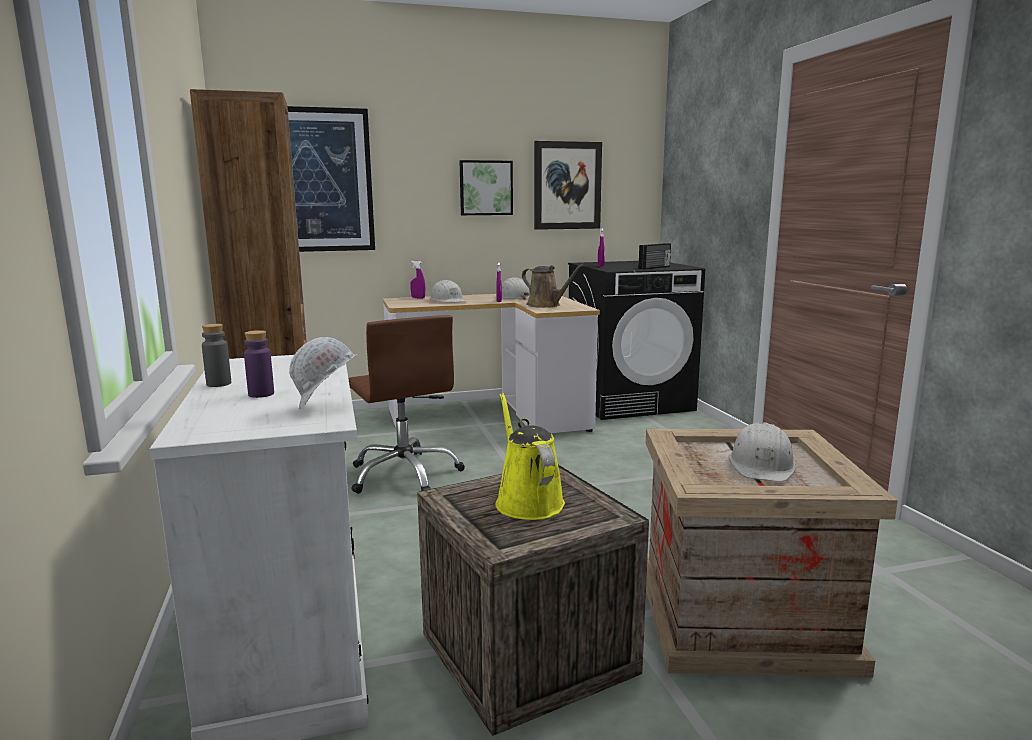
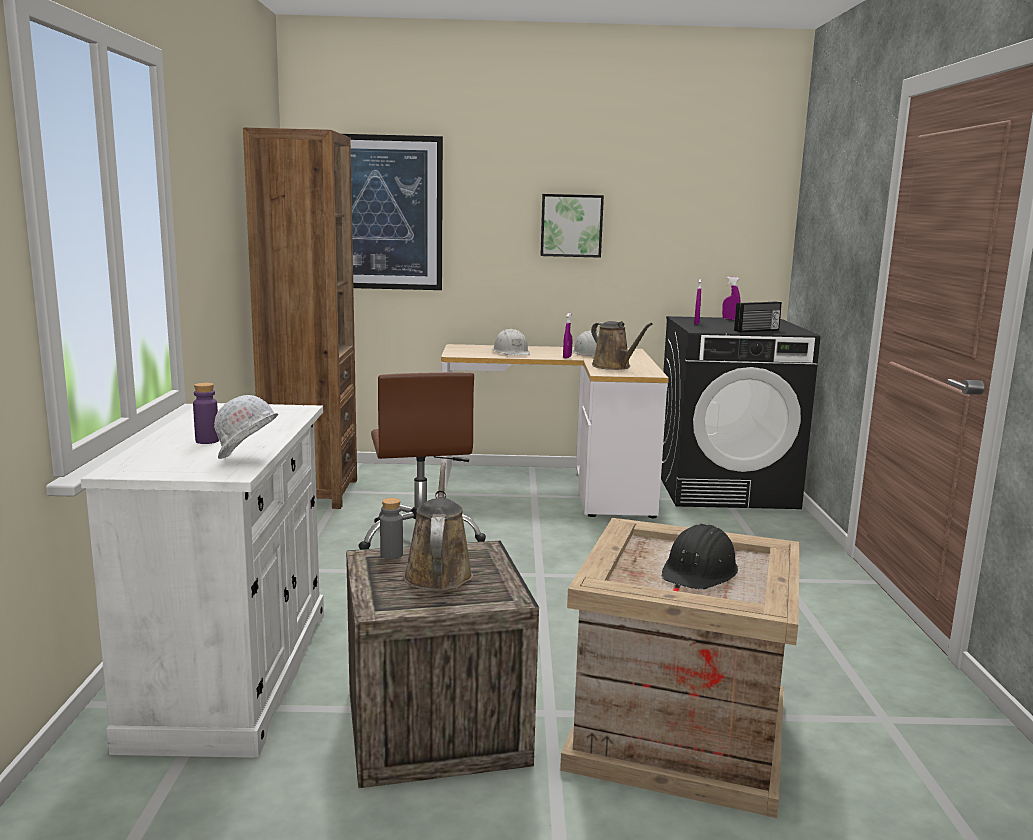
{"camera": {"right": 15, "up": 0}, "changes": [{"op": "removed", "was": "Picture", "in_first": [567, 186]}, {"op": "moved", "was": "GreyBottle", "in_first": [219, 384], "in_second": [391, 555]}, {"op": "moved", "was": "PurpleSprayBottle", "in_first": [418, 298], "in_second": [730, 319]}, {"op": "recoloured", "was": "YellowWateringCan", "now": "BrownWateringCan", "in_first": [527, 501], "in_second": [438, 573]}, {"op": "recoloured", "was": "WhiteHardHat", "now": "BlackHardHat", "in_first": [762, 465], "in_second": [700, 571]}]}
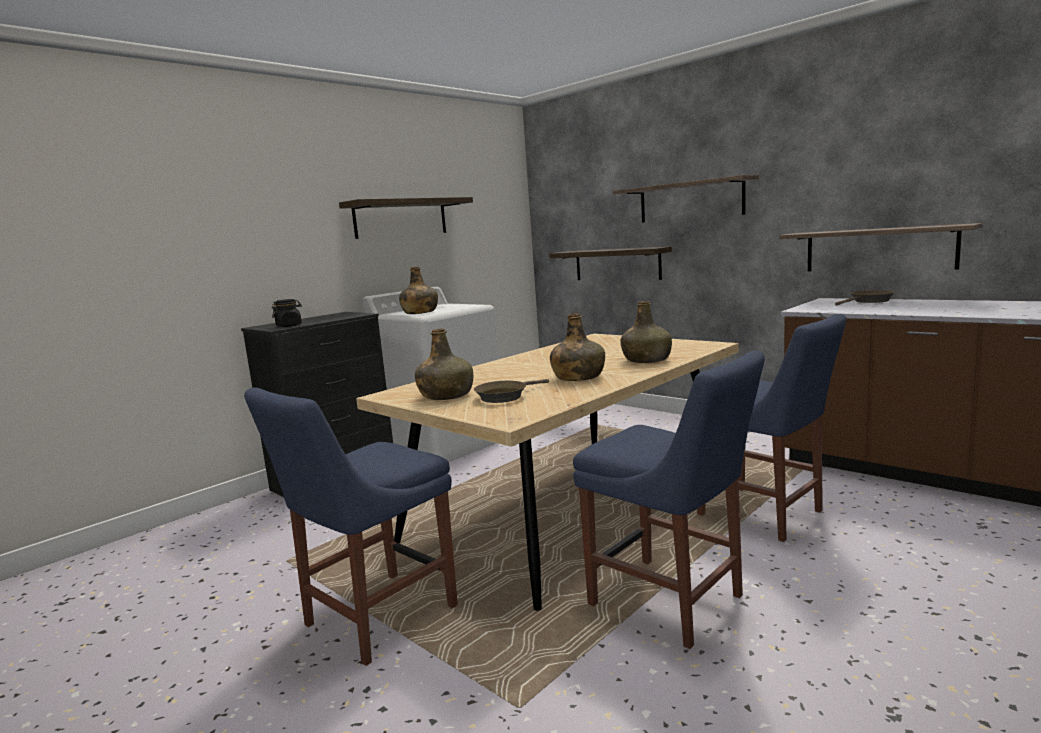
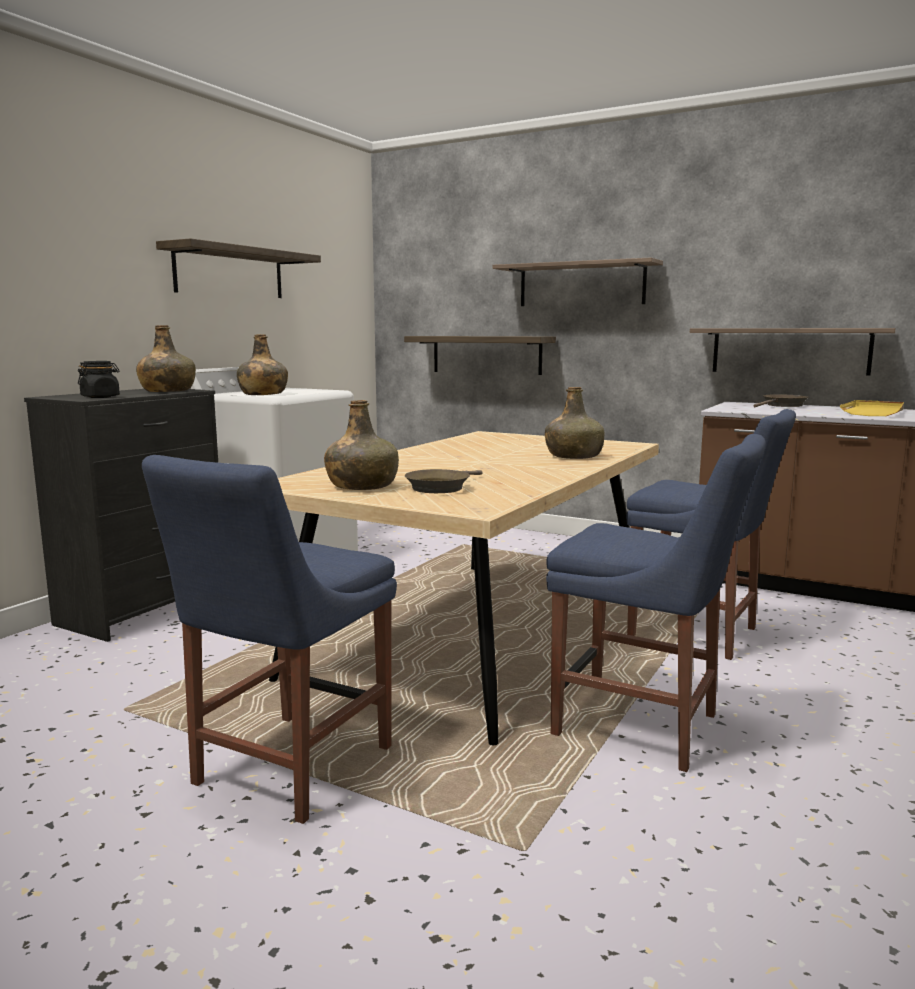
{"camera": {"right": -15, "up": 0}, "changes": [{"op": "added", "now": "YellowTray", "in_second": [874, 412]}, {"op": "moved", "was": "GreenBottle", "in_first": [578, 377], "in_second": [167, 391]}]}
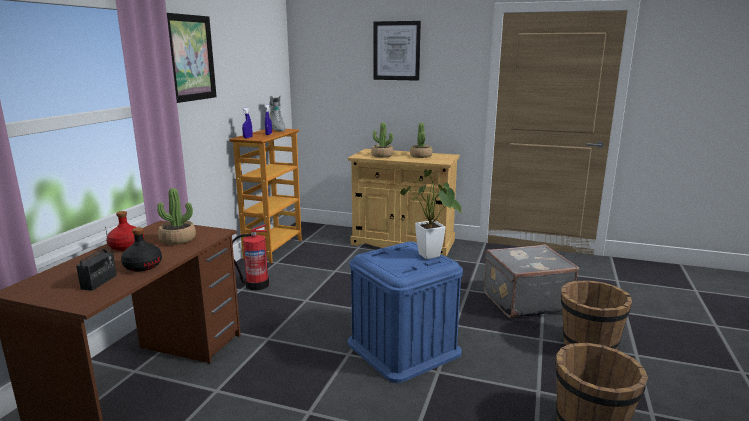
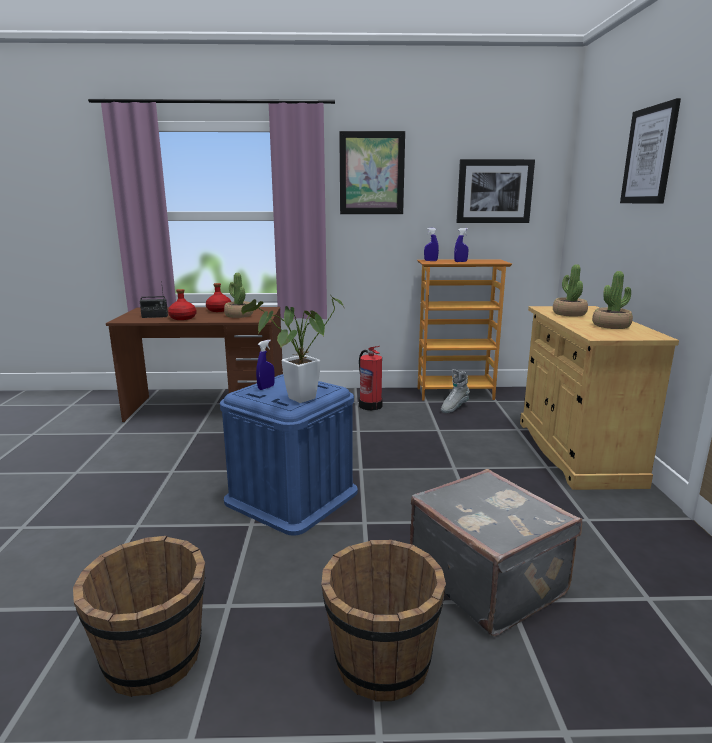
{"camera": {"right": 70, "up": 0}, "changes": [{"op": "added", "now": "BlueSprayBottle", "in_second": [266, 387]}, {"op": "added", "now": "Picture", "in_second": [494, 191]}, {"op": "moved", "was": "GreyBoot", "in_first": [277, 129], "in_second": [454, 408]}, {"op": "recoloured", "was": "BlackBottle", "now": "RedBottle", "in_first": [142, 266], "in_second": [183, 318]}]}
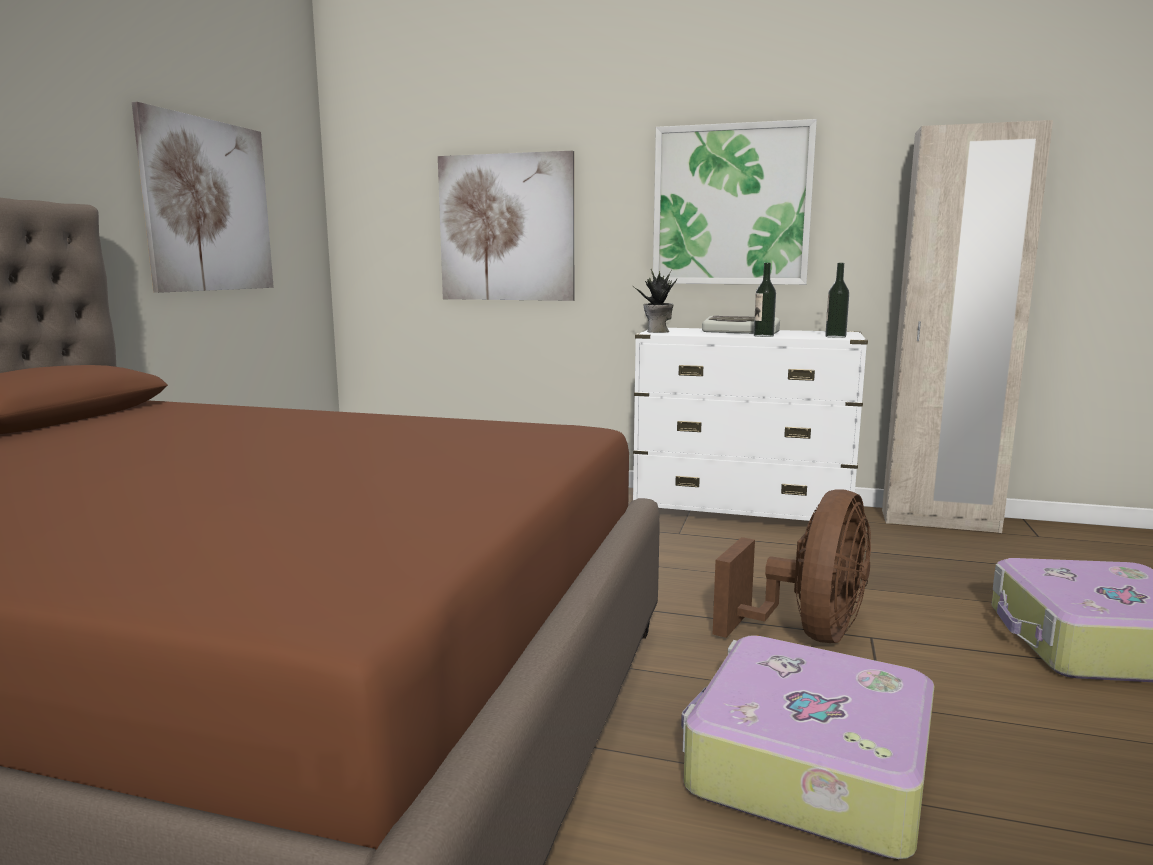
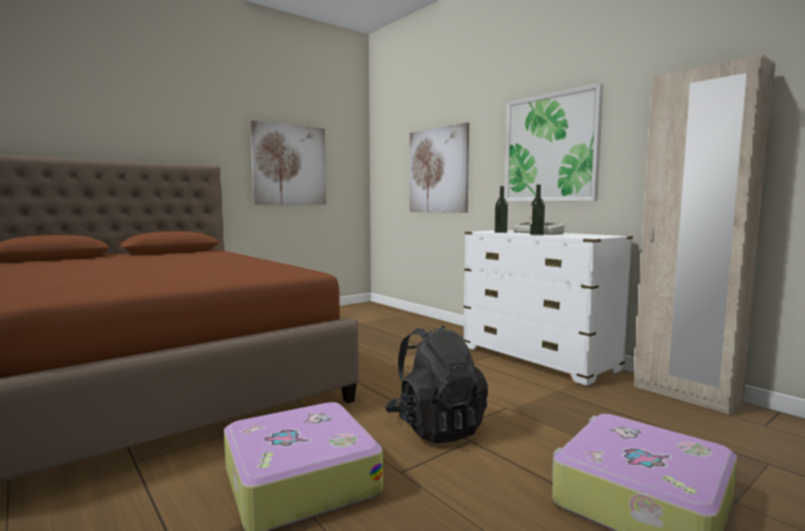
{"camera": {"right": 35, "up": -5}, "changes": [{"op": "removed", "was": "PottedPlant", "in_first": [657, 332]}, {"op": "moved", "was": "Bottle", "in_first": [835, 336], "in_second": [500, 232]}, {"op": "replaced", "was": "BrownFan", "now": "BlackBackpack", "in_first": [807, 633], "in_second": [436, 427]}]}
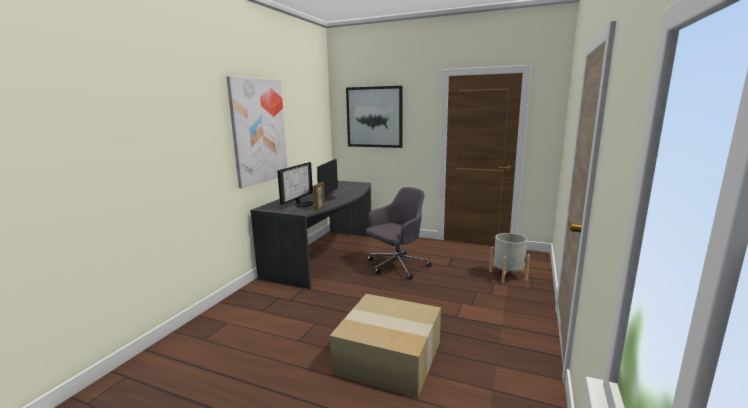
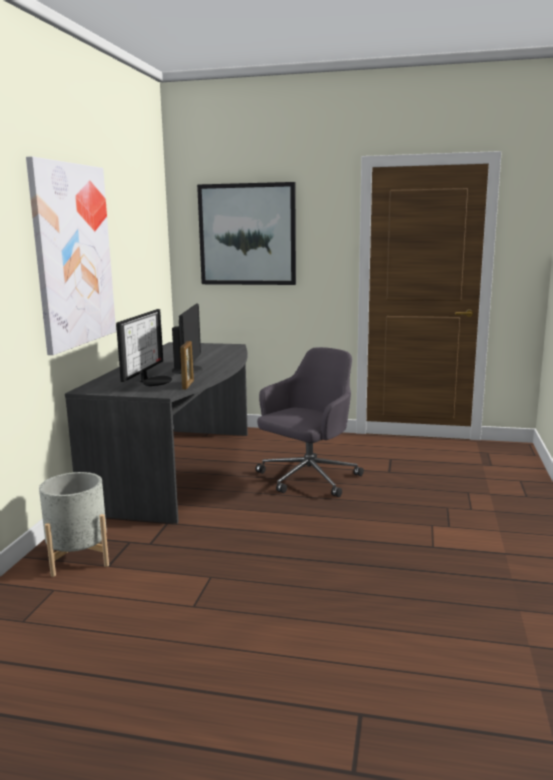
{"camera": {"right": -10, "up": 0}, "changes": [{"op": "removed", "was": "CardboardBox", "in_first": [387, 357]}, {"op": "moved", "was": "GreyPlanter", "in_first": [508, 276], "in_second": [78, 558]}]}
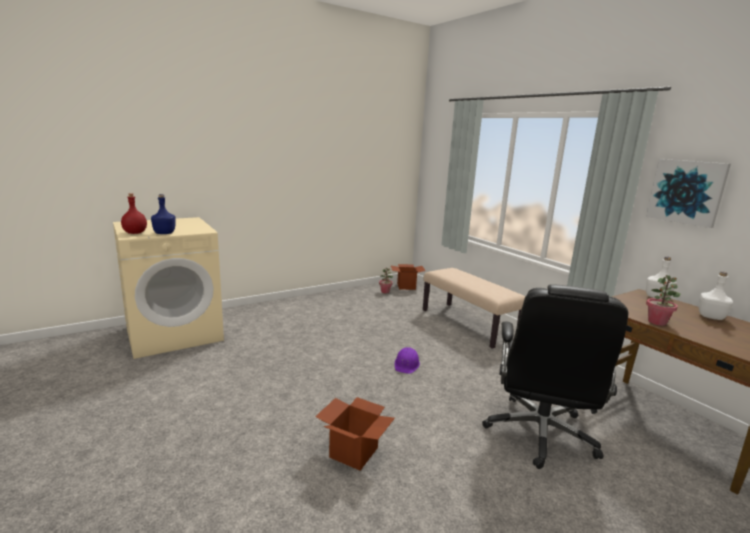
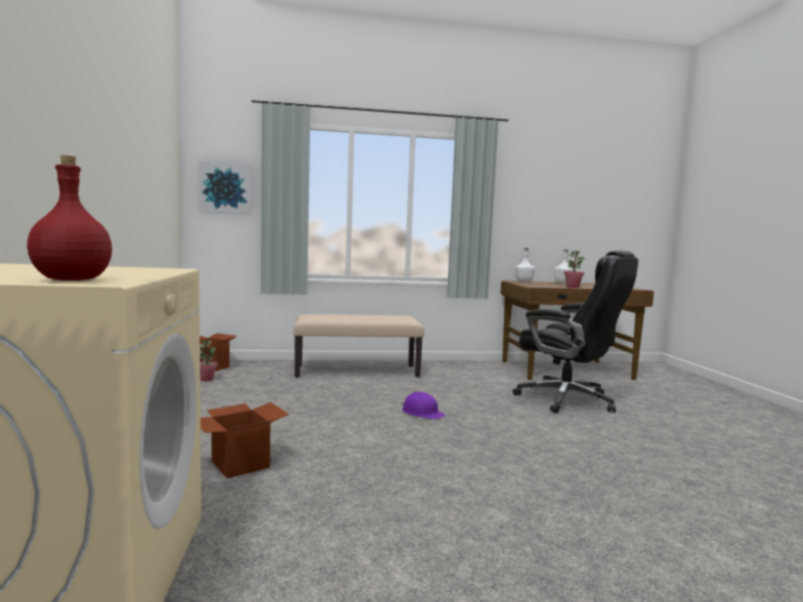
{"camera": {"right": -65, "up": -10}, "changes": [{"op": "removed", "was": "BlueBottle", "in_first": [165, 233]}, {"op": "moved", "was": "CardboardBox", "in_first": [354, 452], "in_second": [240, 464]}, {"op": "moved", "was": "Picture", "in_first": [686, 192], "in_second": [226, 188]}]}
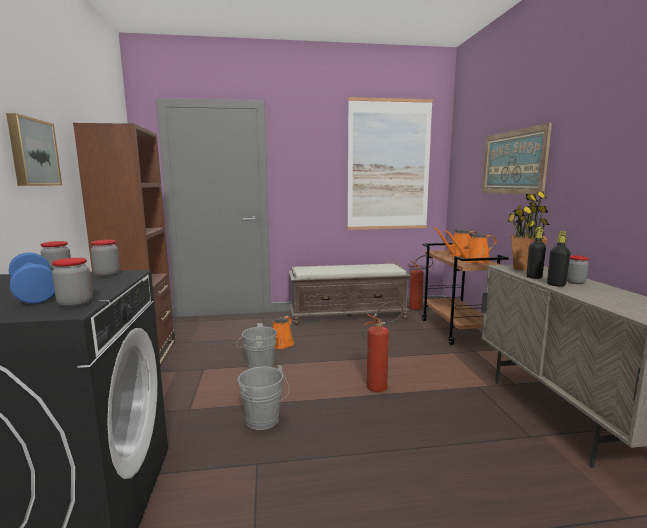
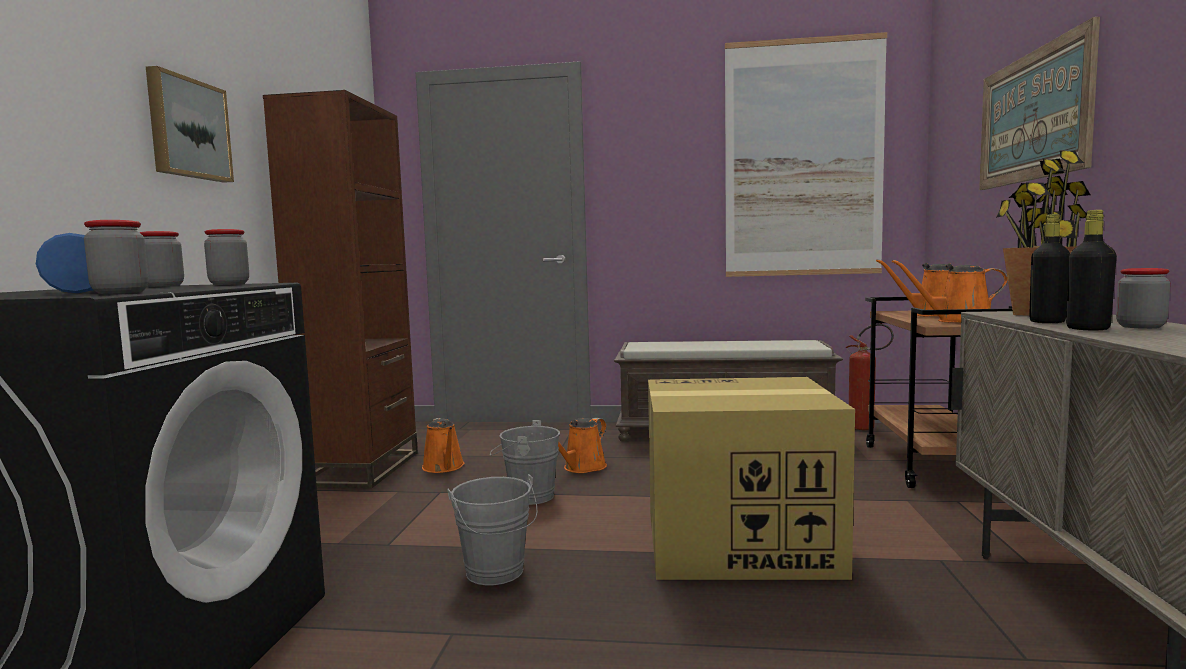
{"camera": {"right": 15, "up": -5}, "changes": [{"op": "added", "now": "OrangeWateringCan", "in_second": [444, 467]}, {"op": "replaced", "was": "FireExtinguisher", "now": "CardboardBox", "in_first": [382, 387], "in_second": [736, 543]}]}
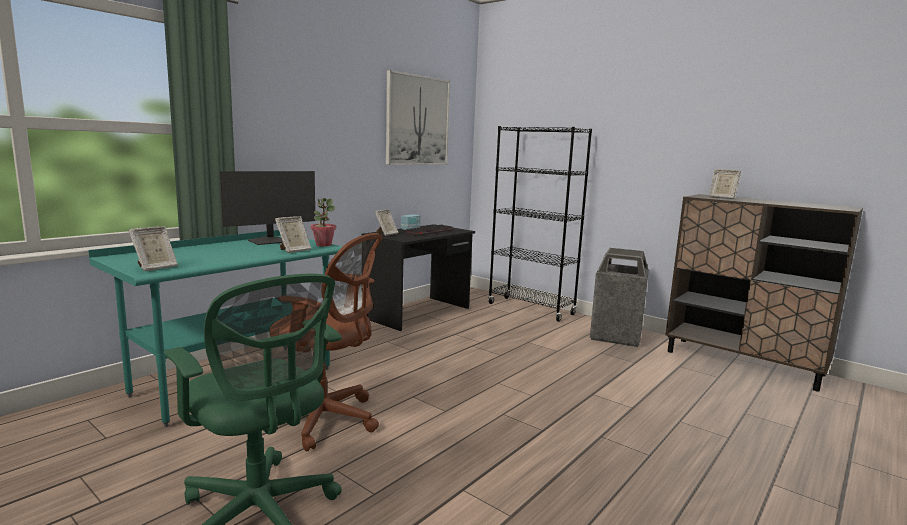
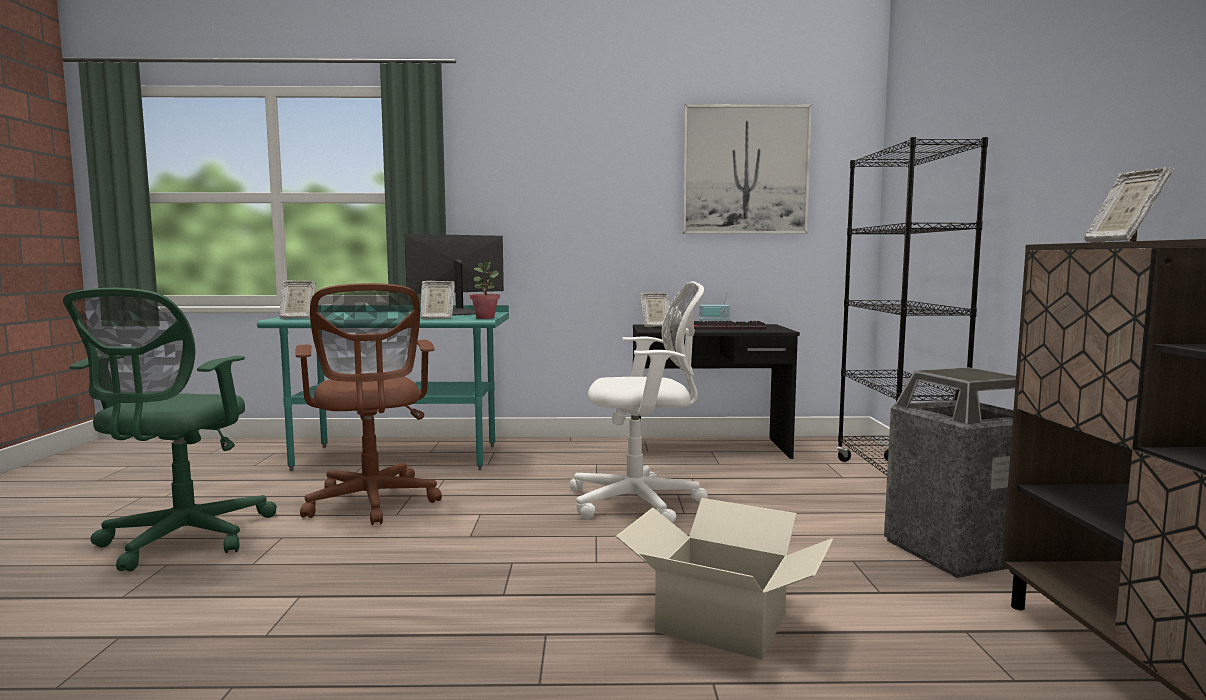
{"camera": {"right": 50, "up": -5}, "changes": [{"op": "added", "now": "WhiteOfficeChair", "in_second": [641, 502]}, {"op": "added", "now": "CardboardBox", "in_second": [721, 624]}, {"op": "turned", "was": "Monitor", "in_first": [269, 241], "in_second": [460, 313], "clockwise": 135}]}
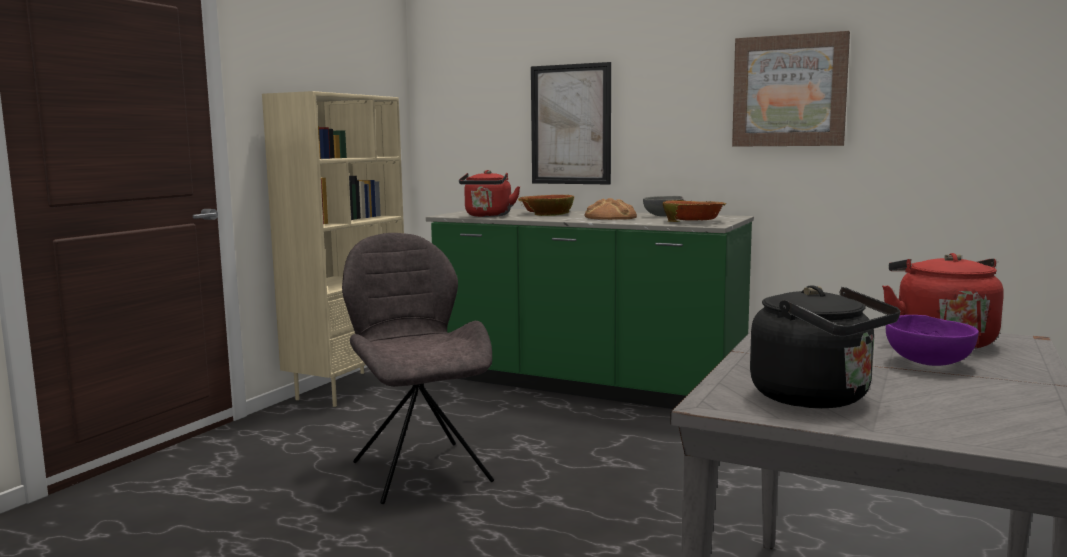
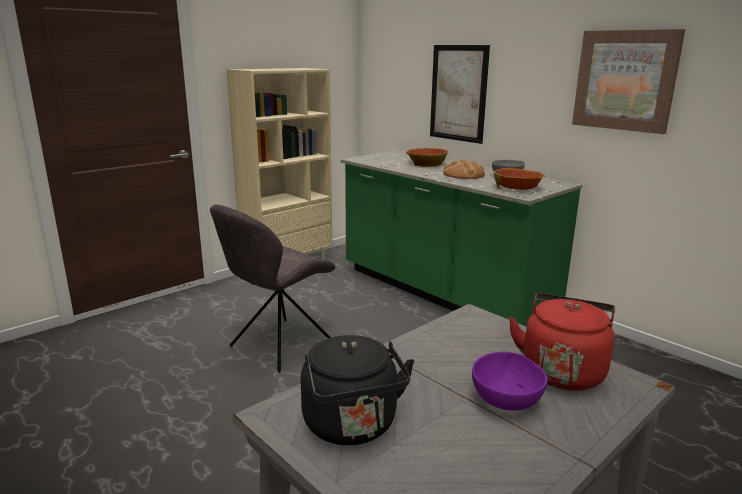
{"camera": {"right": 20, "up": 10}, "changes": [{"op": "removed", "was": "RedKettle", "in_first": [488, 216]}, {"op": "turned", "was": "GreyChair", "in_first": [420, 469], "in_second": [279, 346], "clockwise": -135}]}
